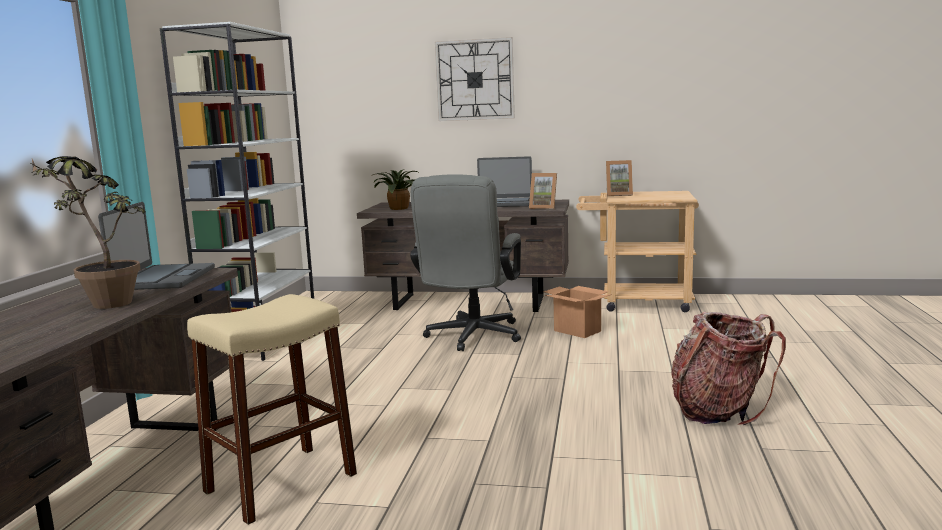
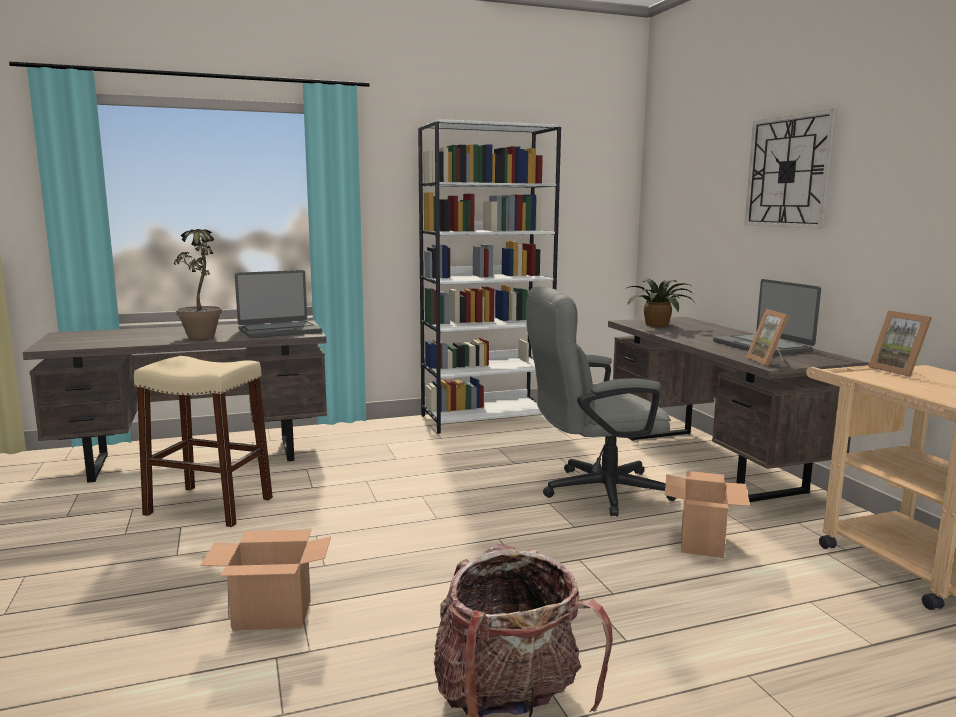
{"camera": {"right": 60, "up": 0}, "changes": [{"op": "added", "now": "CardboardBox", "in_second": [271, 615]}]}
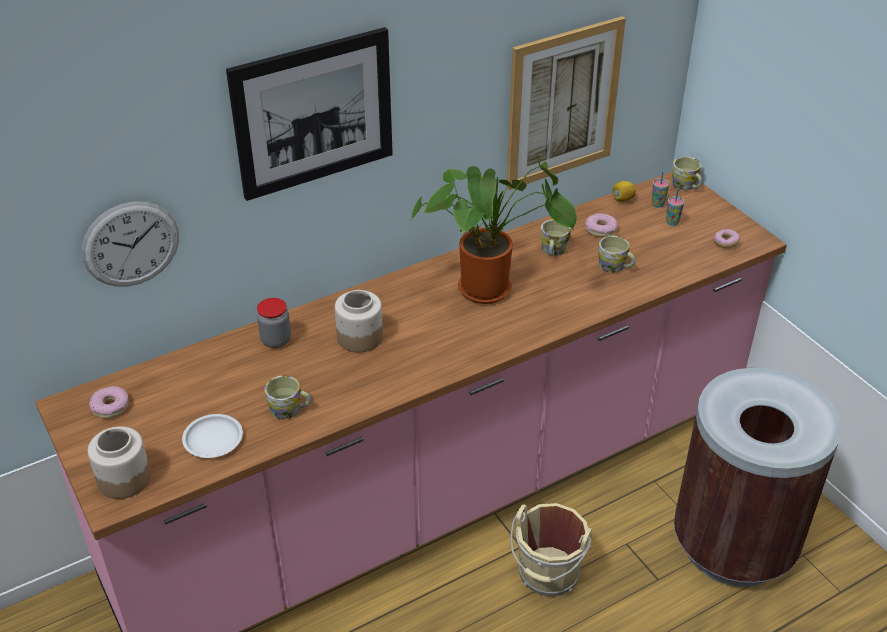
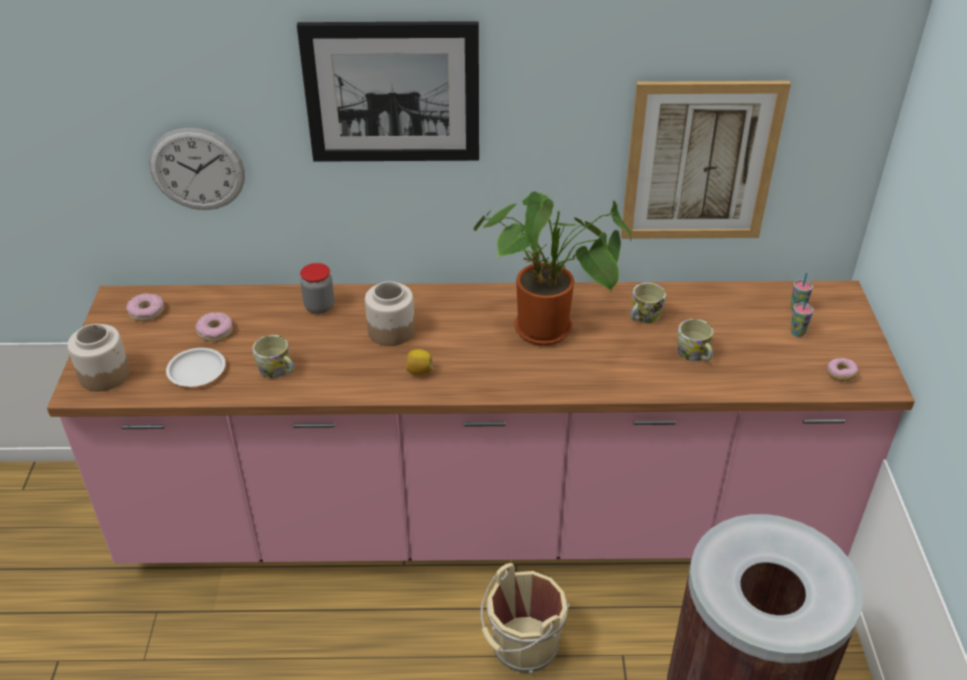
{"camera": {"right": 30, "up": 0}, "changes": [{"op": "removed", "was": "Mug", "in_first": [686, 186]}, {"op": "moved", "was": "Donut", "in_first": [600, 229], "in_second": [215, 331]}, {"op": "moved", "was": "Lemon", "in_first": [622, 199], "in_second": [419, 371]}]}
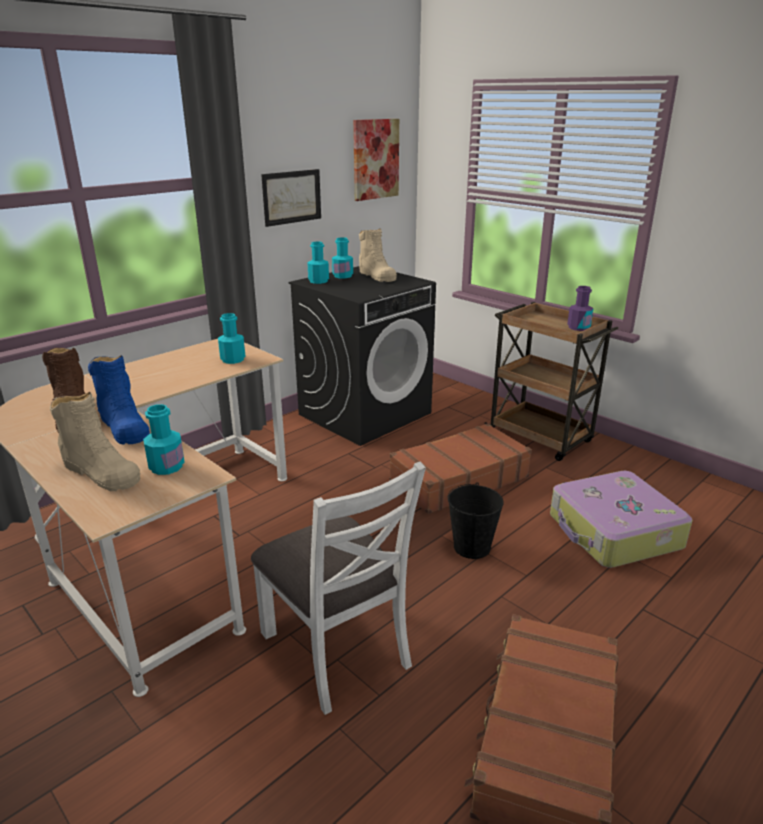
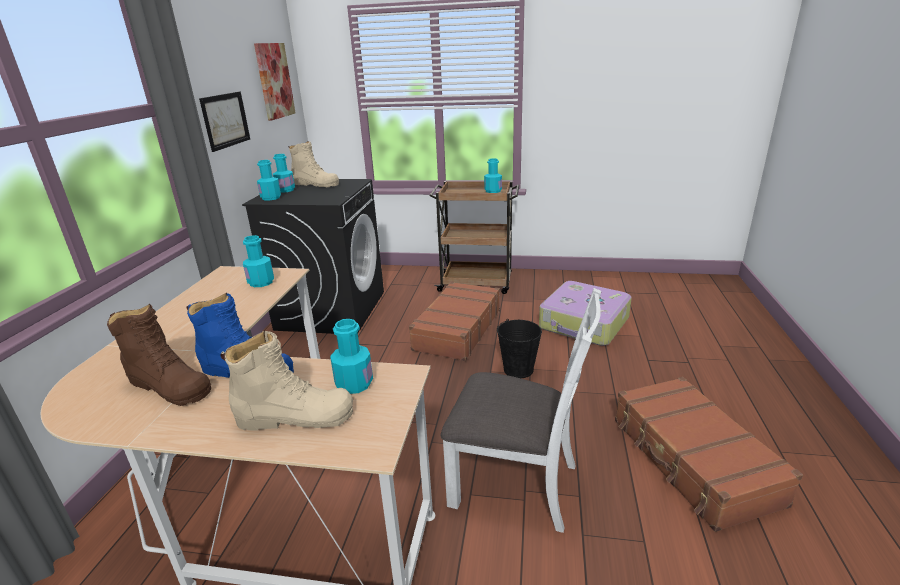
{"camera": {"right": -35, "up": 0}, "changes": [{"op": "recoloured", "was": "PurpleBottle", "now": "TurquoiseBottle", "in_first": [578, 327], "in_second": [493, 191]}]}
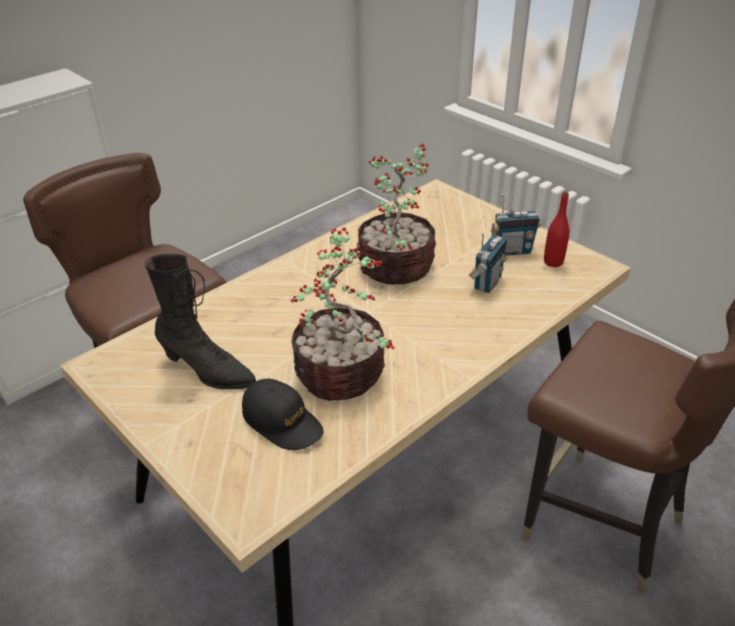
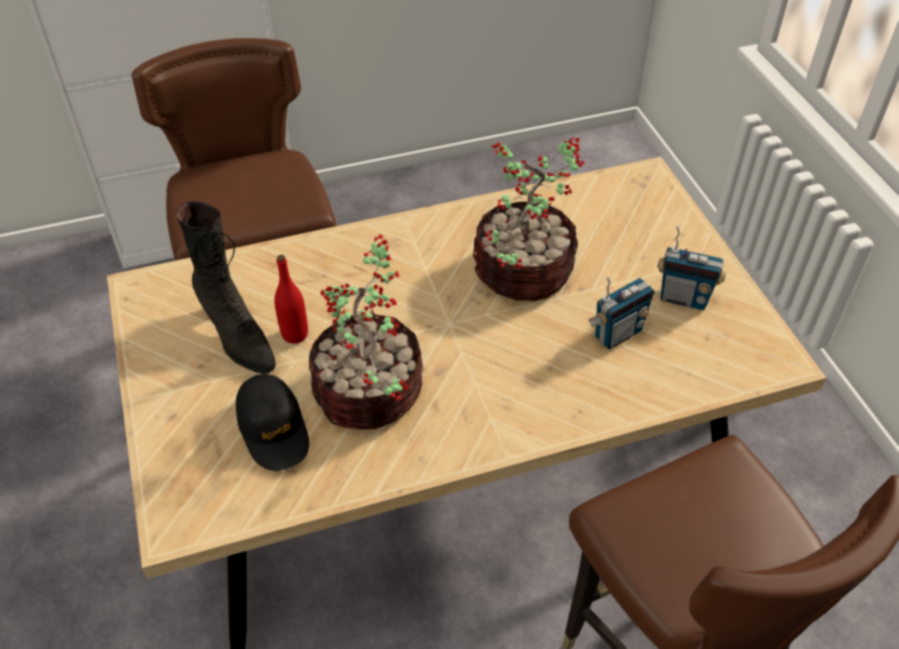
{"camera": {"right": 25, "up": 10}, "changes": [{"op": "moved", "was": "RedBottle", "in_first": [553, 262], "in_second": [295, 334]}]}
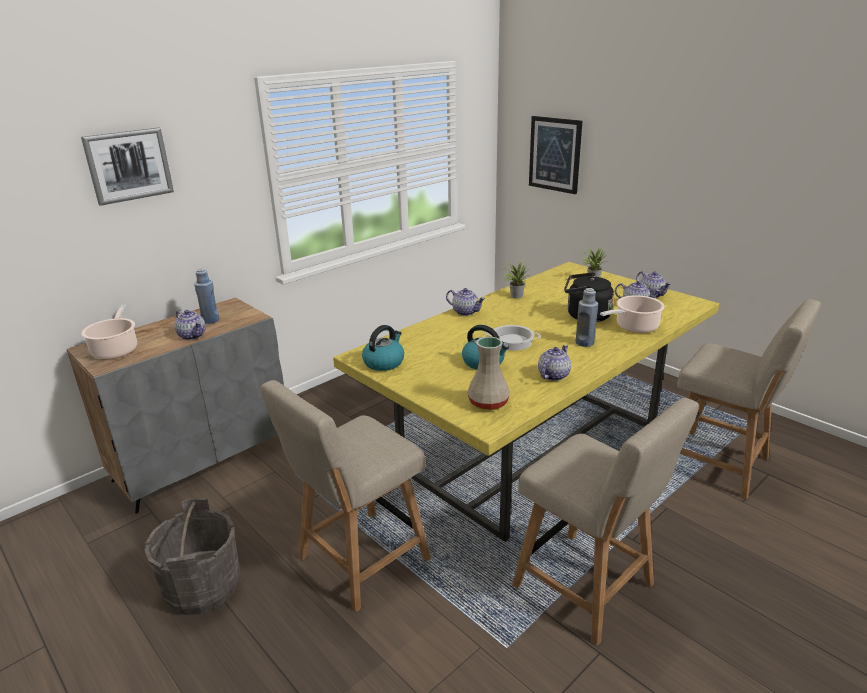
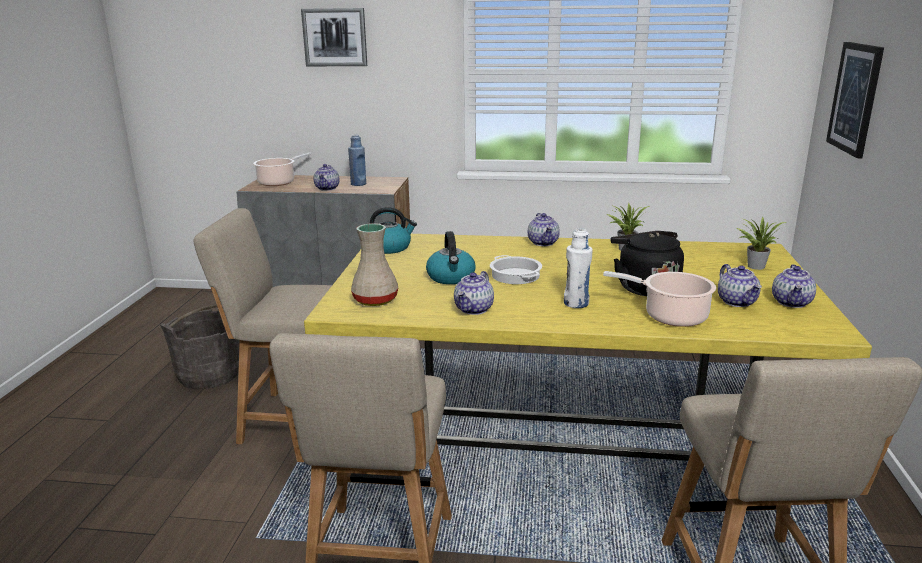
{"camera": {"right": 50, "up": -5}, "changes": [{"op": "recoloured", "was": "BlueBottle", "now": "WhiteBottle", "in_first": [584, 343], "in_second": [576, 303]}, {"op": "turned", "was": "Teapot", "in_first": [553, 375], "in_second": [474, 309], "clockwise": 120}]}
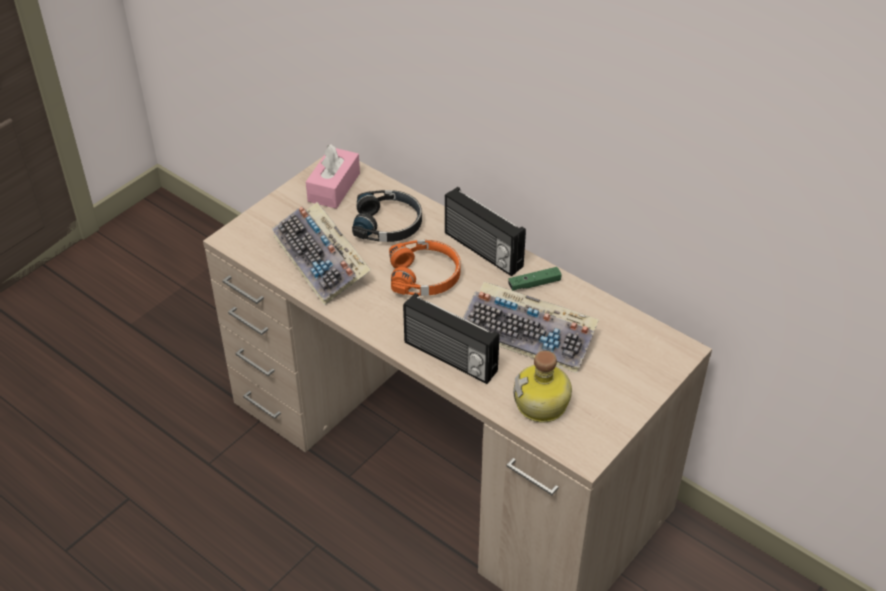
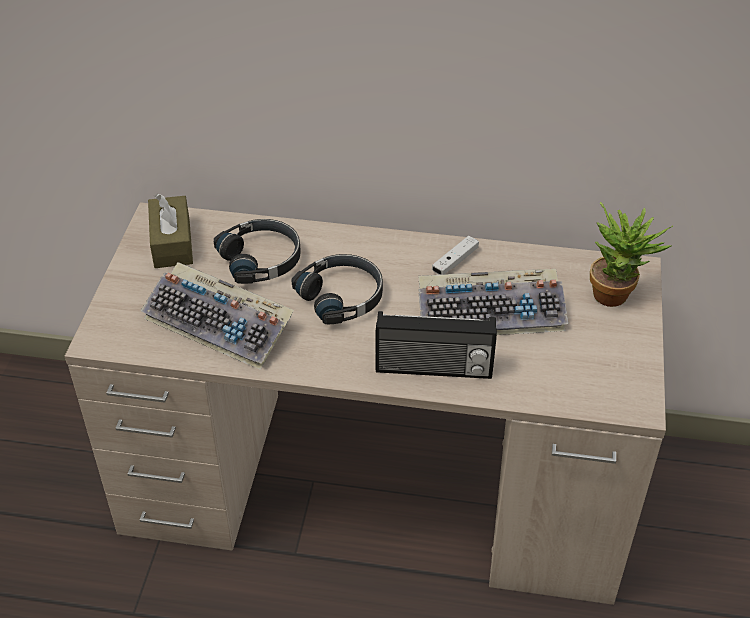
{"camera": {"right": -30, "up": 0}, "changes": [{"op": "removed", "was": "Radio", "in_first": [482, 251]}, {"op": "removed", "was": "Bottle", "in_first": [542, 405]}, {"op": "added", "now": "PottedPlant", "in_second": [617, 294]}, {"op": "recoloured", "was": "PinkTissueBox", "now": "BrownTissueBox", "in_first": [334, 187], "in_second": [172, 243]}, {"op": "recoloured", "was": "OrangeHeadphones", "now": "BlackHeadphones", "in_first": [425, 276], "in_second": [342, 296]}, {"op": "recoloured", "was": "GreenGameController", "now": "WhiteGameController", "in_first": [534, 284], "in_second": [455, 261]}]}
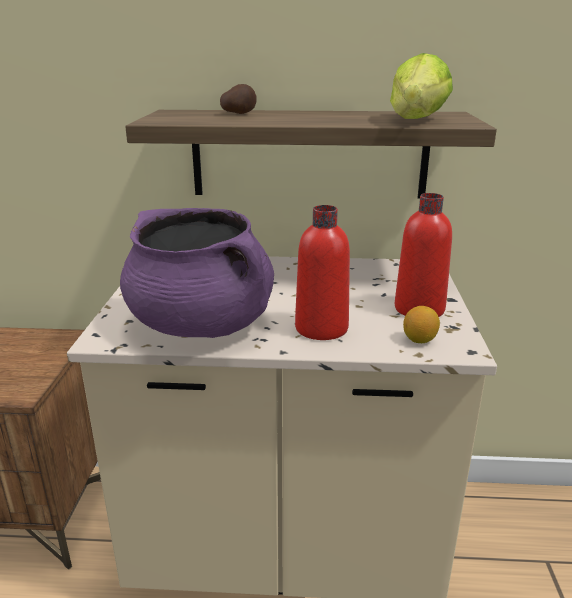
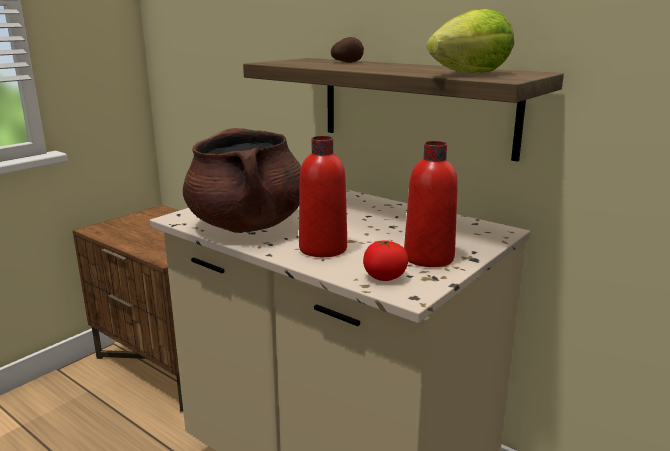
{"camera": {"right": 35, "up": -5}, "changes": [{"op": "replaced", "was": "Lemon", "now": "Tomato", "in_first": [419, 340], "in_second": [385, 277]}, {"op": "recoloured", "was": "PurpleCookingPot", "now": "BrownCookingPot", "in_first": [202, 324], "in_second": [247, 225]}]}
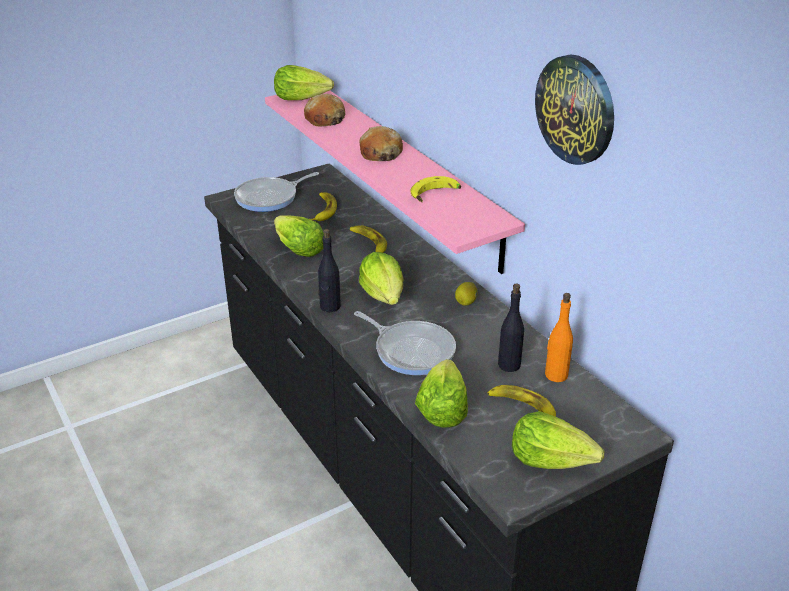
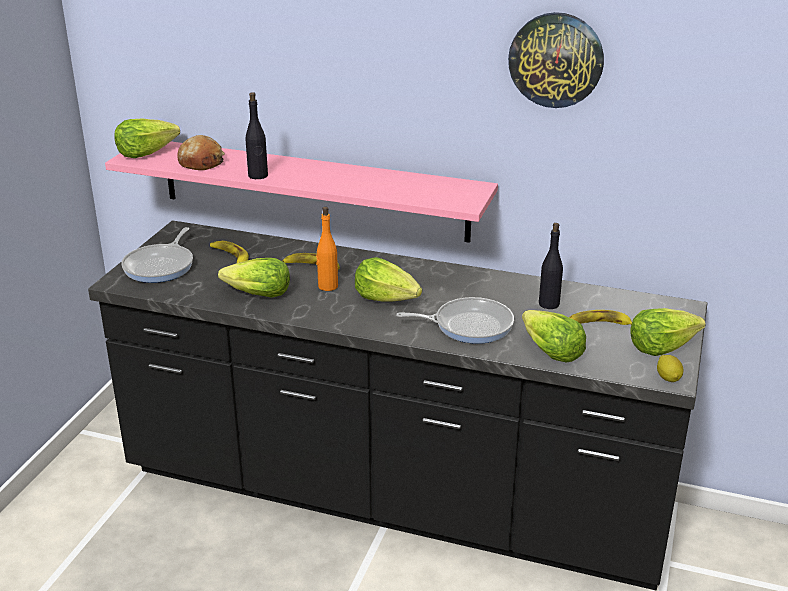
{"camera": {"right": -40, "up": -5}, "changes": [{"op": "removed", "was": "Bread", "in_first": [380, 153]}, {"op": "removed", "was": "Banana", "in_first": [436, 196]}, {"op": "moved", "was": "BlackBottle", "in_first": [330, 306], "in_second": [258, 176]}, {"op": "moved", "was": "Lemon", "in_first": [466, 302], "in_second": [668, 378]}, {"op": "moved", "was": "OrangeBottle", "in_first": [556, 375], "in_second": [327, 286]}]}
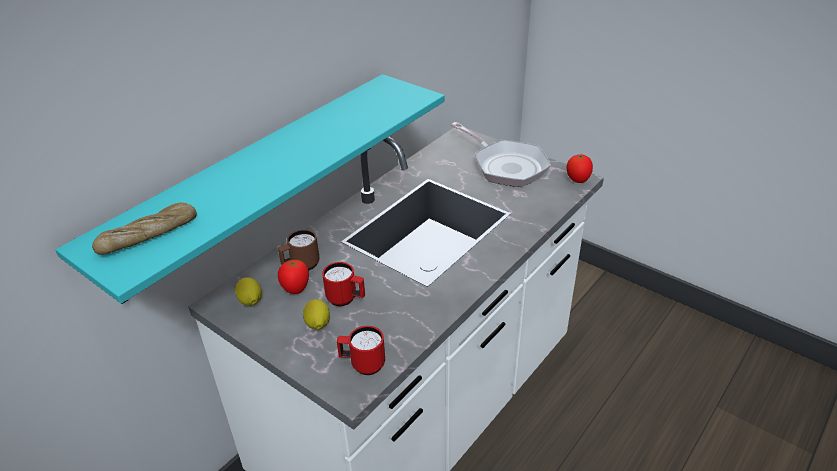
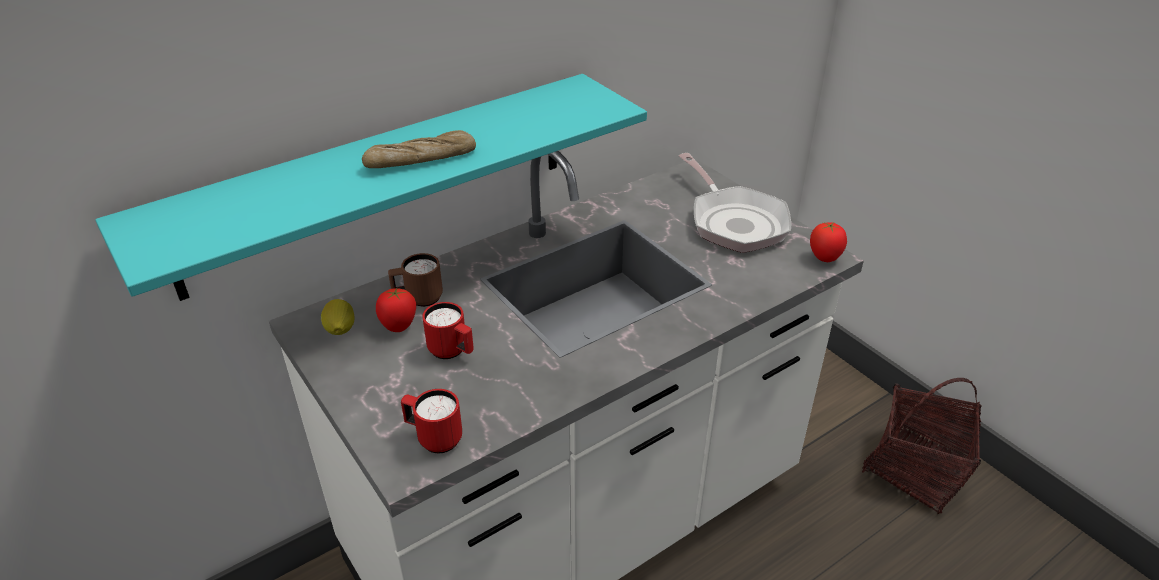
{"camera": {"right": 15, "up": 0}, "changes": [{"op": "removed", "was": "Lemon", "in_first": [317, 324]}, {"op": "added", "now": "Basket", "in_second": [917, 470]}, {"op": "moved", "was": "Bread", "in_first": [148, 235], "in_second": [421, 160]}]}
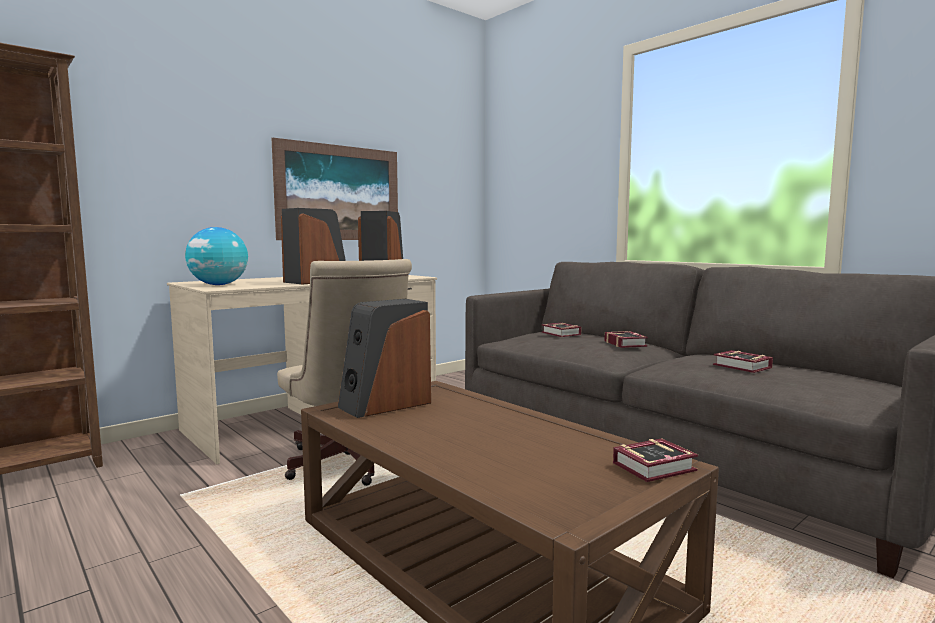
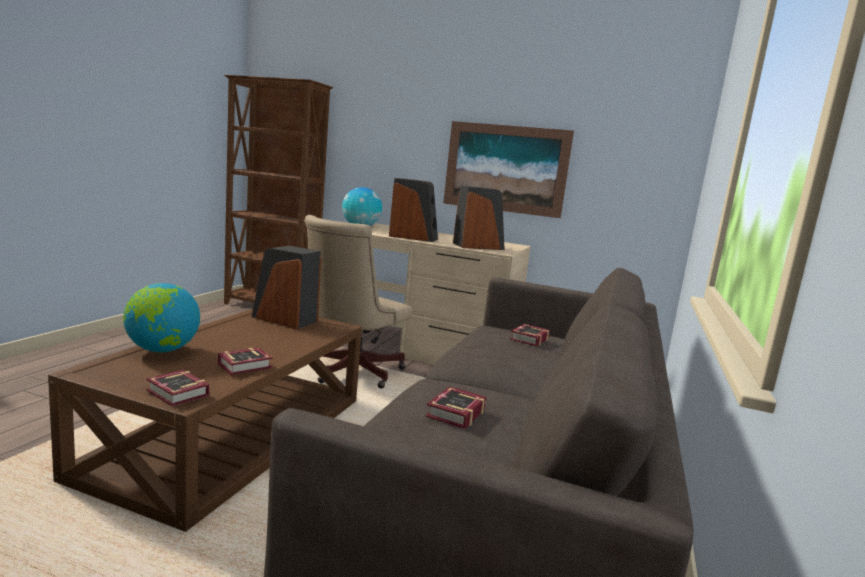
{"camera": {"right": 60, "up": 5}, "changes": [{"op": "added", "now": "Globe", "in_second": [162, 350]}, {"op": "moved", "was": "Book", "in_first": [625, 343], "in_second": [247, 366]}]}
